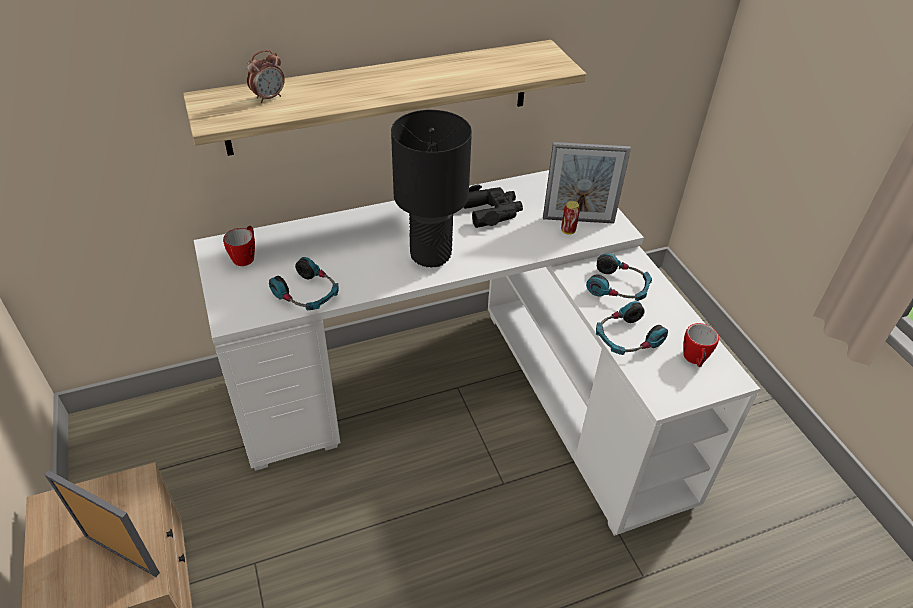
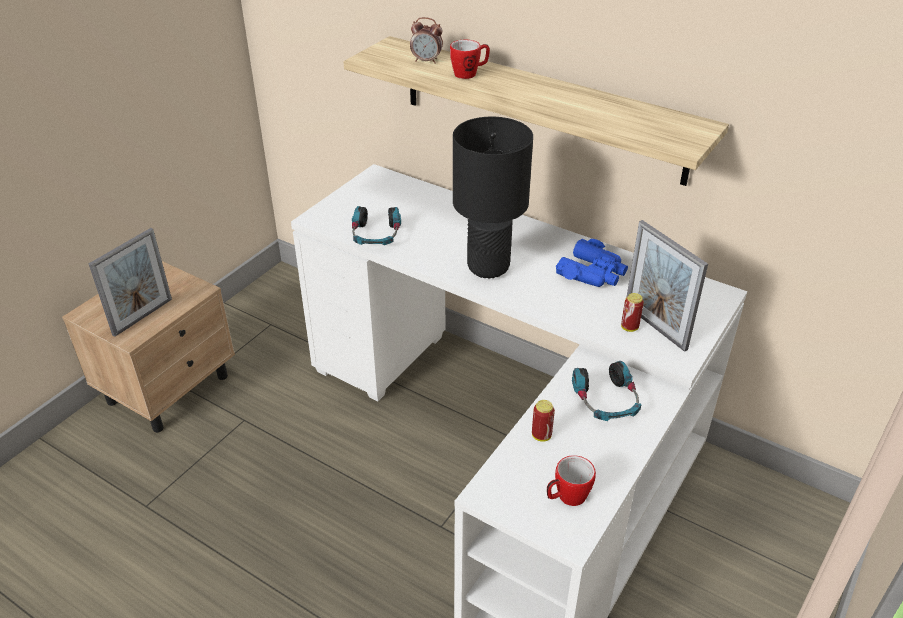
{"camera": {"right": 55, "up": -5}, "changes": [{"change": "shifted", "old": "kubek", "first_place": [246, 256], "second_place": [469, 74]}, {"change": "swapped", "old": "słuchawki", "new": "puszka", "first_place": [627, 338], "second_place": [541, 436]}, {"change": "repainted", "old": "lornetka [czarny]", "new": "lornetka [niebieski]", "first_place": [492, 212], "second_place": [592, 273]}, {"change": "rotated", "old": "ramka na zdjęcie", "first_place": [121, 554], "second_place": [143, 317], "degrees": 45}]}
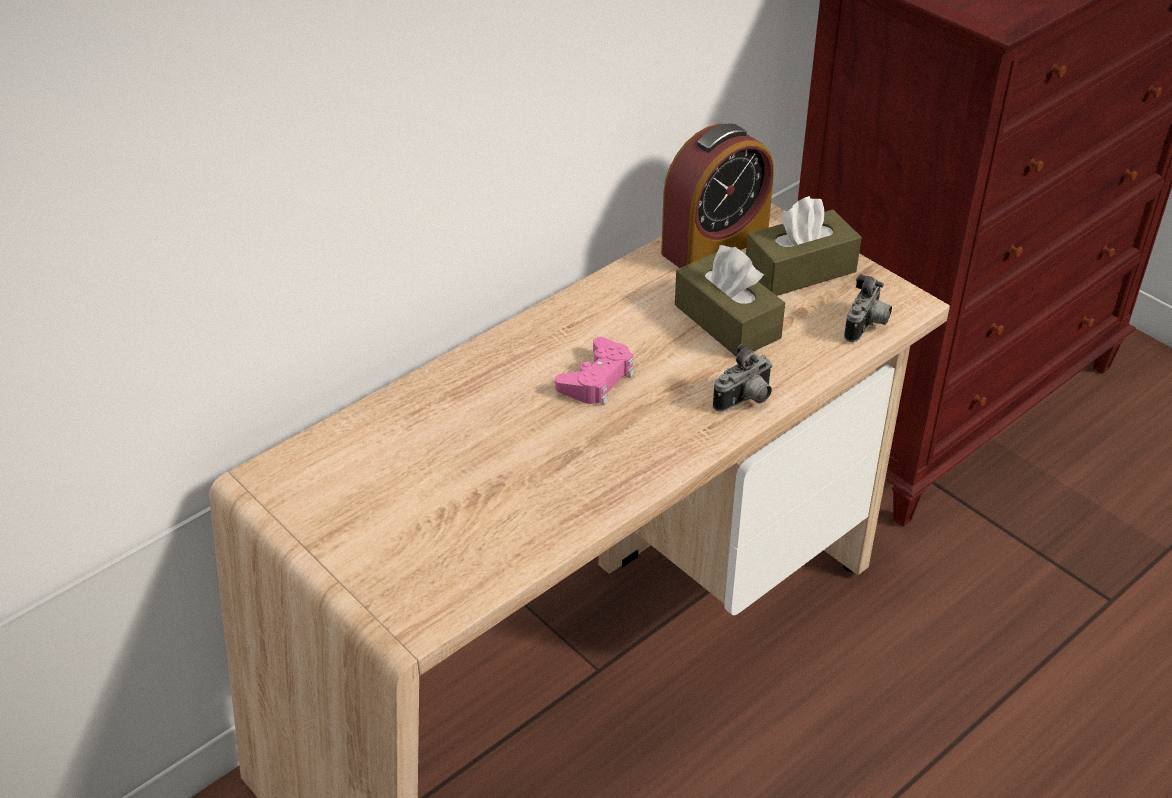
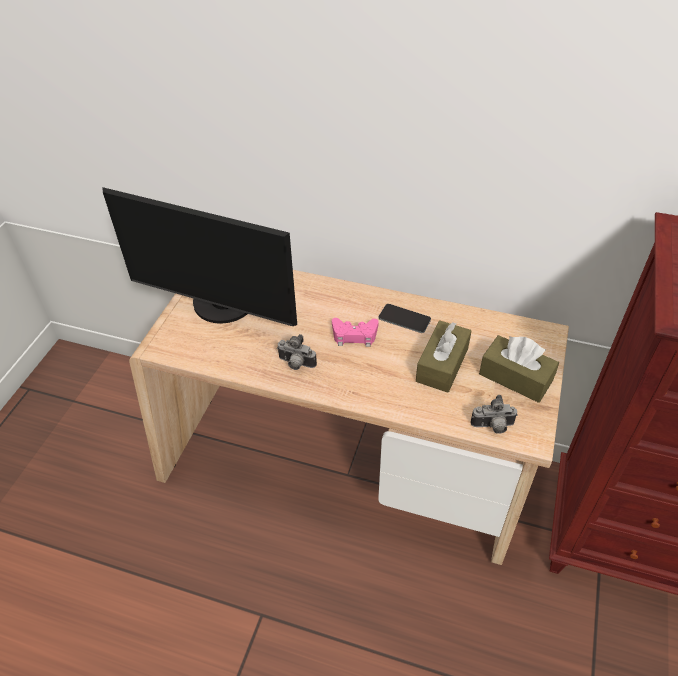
{"camera": {"right": 60, "up": 5}, "changes": [{"change": "gone", "old": "budzik", "first_place": [714, 244]}, {"change": "new", "new": "monitor", "second_place": [221, 306]}, {"change": "new", "new": "telefon", "second_place": [404, 319]}, {"change": "shifted", "old": "aparat fotograficzny", "first_place": [746, 401], "second_place": [296, 364]}]}
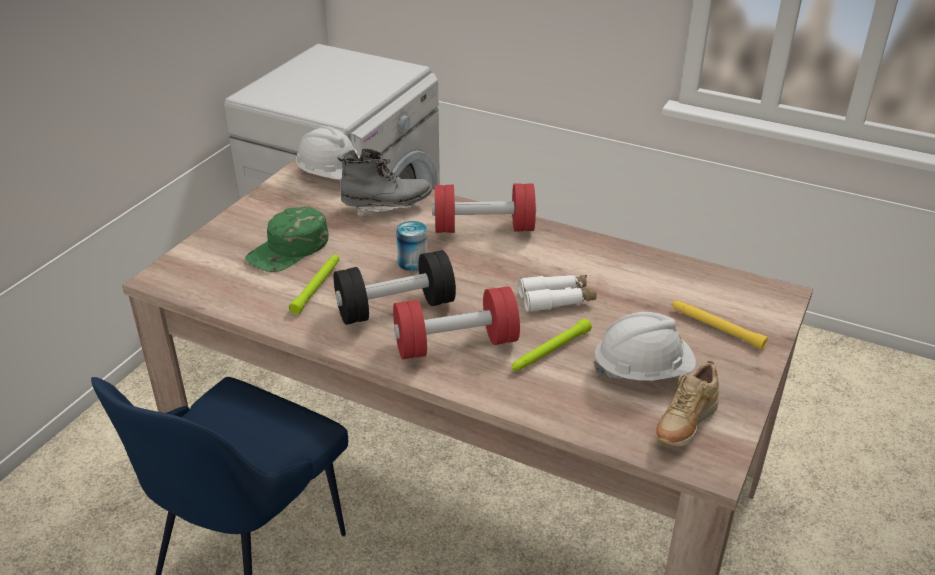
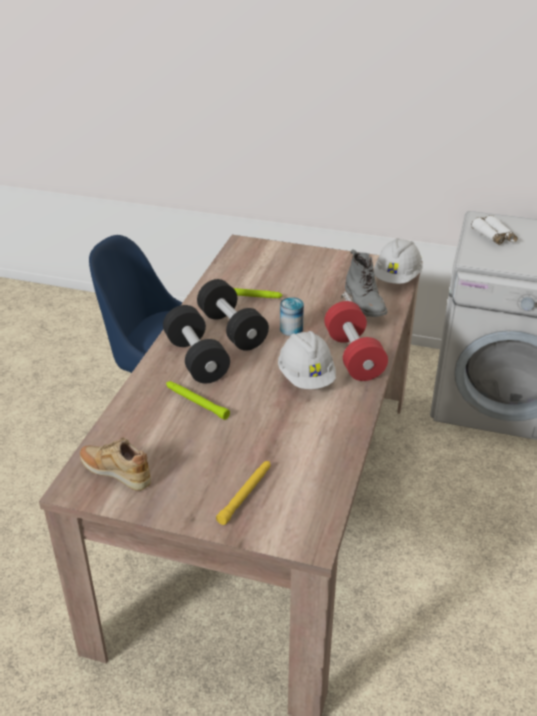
{"camera": {"right": 80, "up": 0}, "changes": [{"change": "gone", "old": "czapka z daszkiem [zielony]", "first_place": [289, 249]}, {"change": "shifted", "old": "lornetka [biały]", "first_place": [556, 299], "second_place": [494, 237]}, {"change": "shifted", "old": "kask [biały]", "first_place": [642, 371], "second_place": [306, 377]}, {"change": "repainted", "old": "hantel [czerwony]", "new": "hantel [czarny]", "first_place": [456, 344], "second_place": [196, 359]}]}
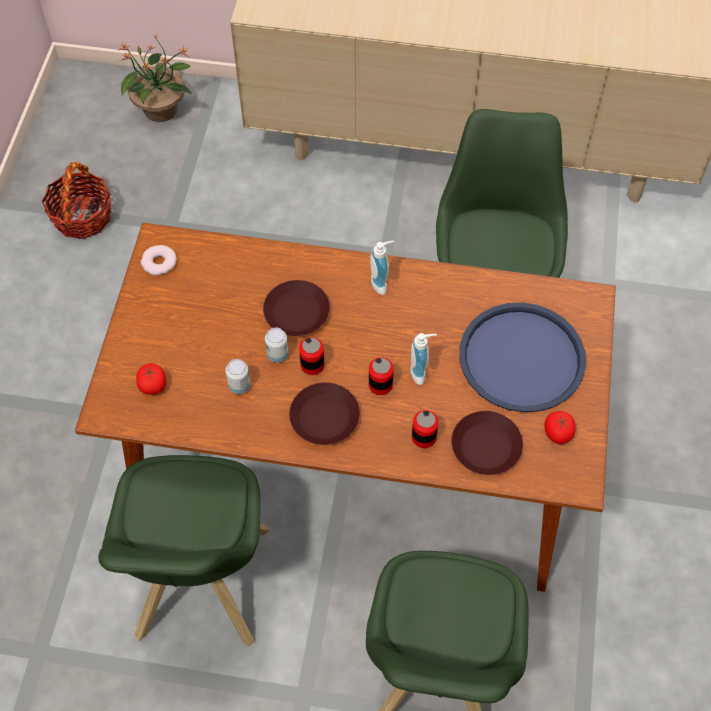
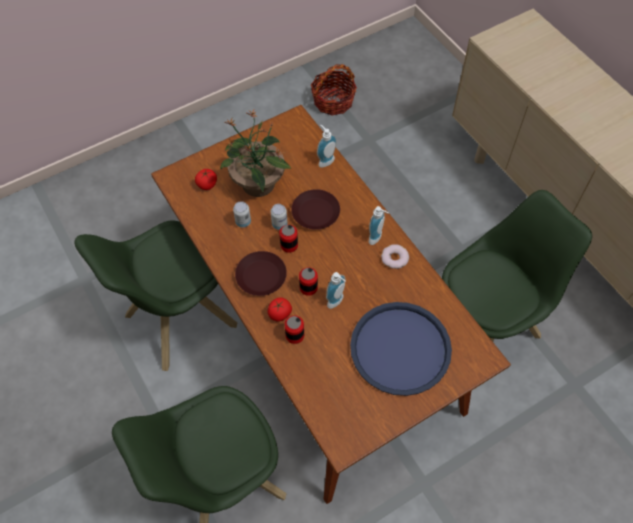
{"camera": {"right": 50, "up": 0}, "changes": [{"change": "gone", "old": "talerz [brązowy]", "first_place": [486, 447]}, {"change": "new", "new": "dozownik mydła", "second_place": [325, 160]}, {"change": "shifted", "old": "roślina doniczkowa", "first_place": [161, 110], "second_place": [258, 184]}, {"change": "shifted", "old": "donut", "first_place": [159, 263], "second_place": [394, 258]}, {"change": "shifted", "old": "pomidor", "first_place": [558, 433], "second_place": [280, 314]}]}
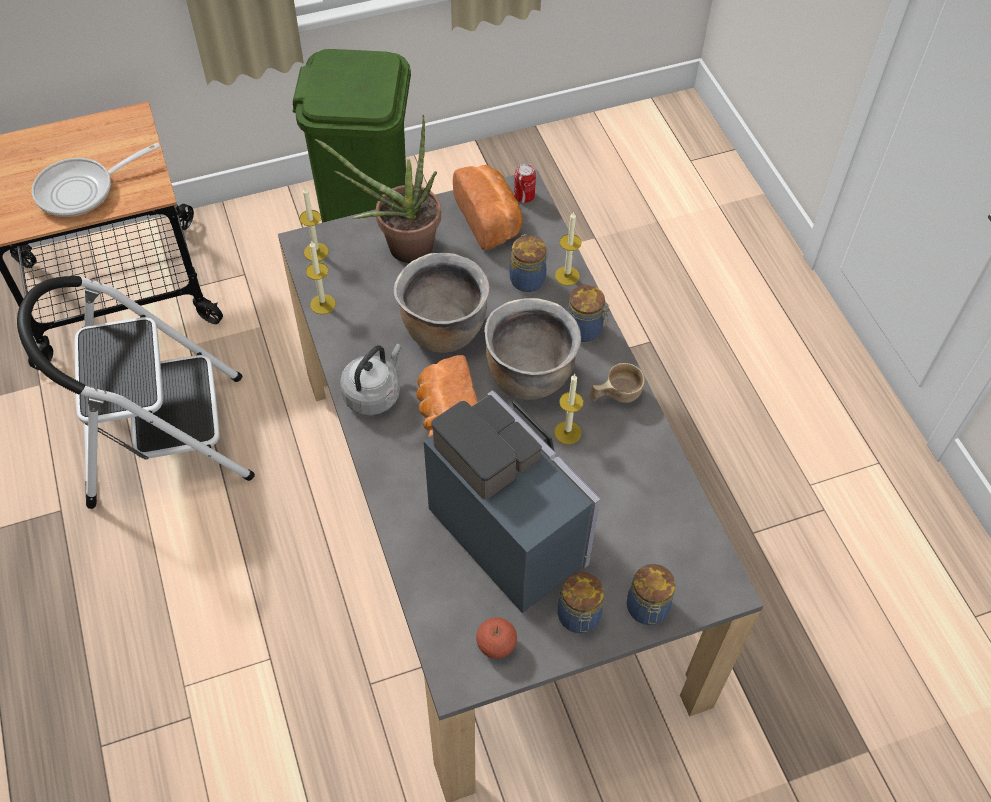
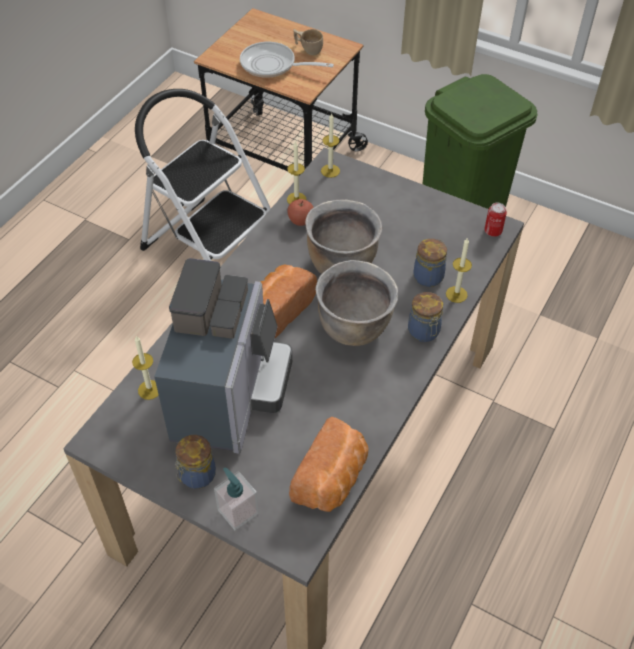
{"camera": {"right": 50, "up": -5}, "changes": [{"change": "gone", "old": "roślina doniczkowa", "first_place": [400, 248]}, {"change": "gone", "old": "czajnik [szary]", "first_place": [374, 393]}, {"change": "shifted", "old": "chleb", "first_place": [490, 219], "second_place": [332, 479]}, {"change": "shifted", "old": "jabłko", "first_place": [496, 646], "second_place": [300, 221]}, {"change": "shifted", "old": "świeca", "first_place": [567, 432], "second_place": [149, 390]}, {"change": "shifted", "old": "filiżanka [beżowy]", "first_place": [614, 395], "second_place": [308, 49]}, {"change": "swapped", "old": "słoik", "new": "dozownik mydła", "first_place": [647, 609], "second_place": [238, 511]}]}
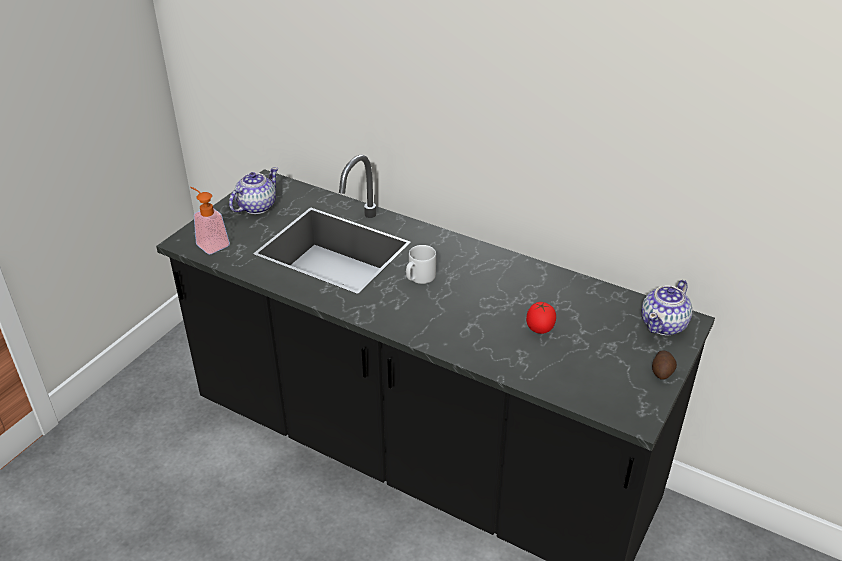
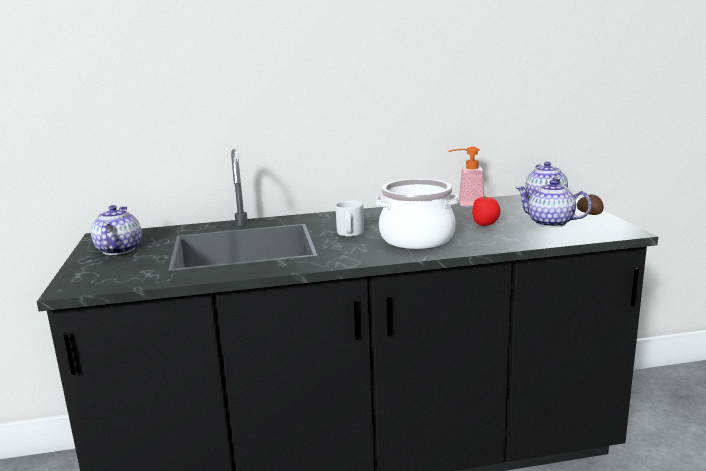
{"camera": {"right": -40, "up": -20}, "changes": [{"change": "new", "new": "garnek", "second_place": [417, 239]}, {"change": "new", "new": "imbryk", "second_place": [551, 223]}, {"change": "shifted", "old": "dozownik mydła", "first_place": [210, 243], "second_place": [465, 204]}]}
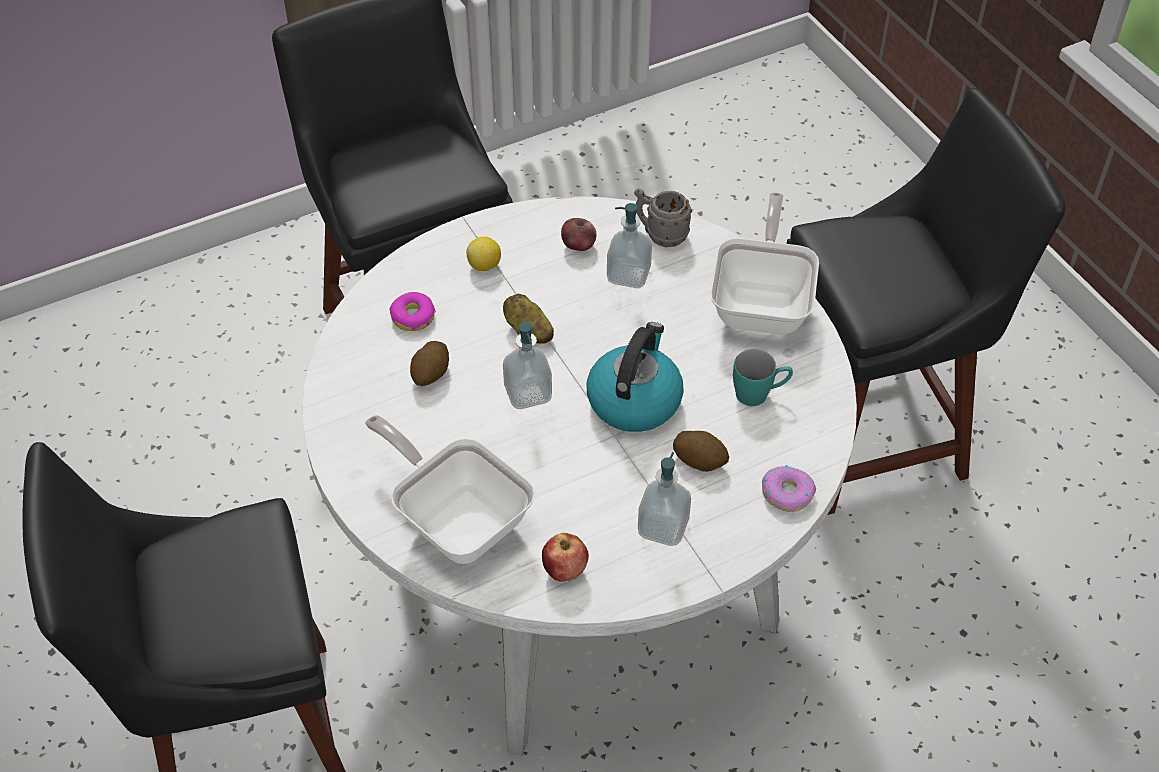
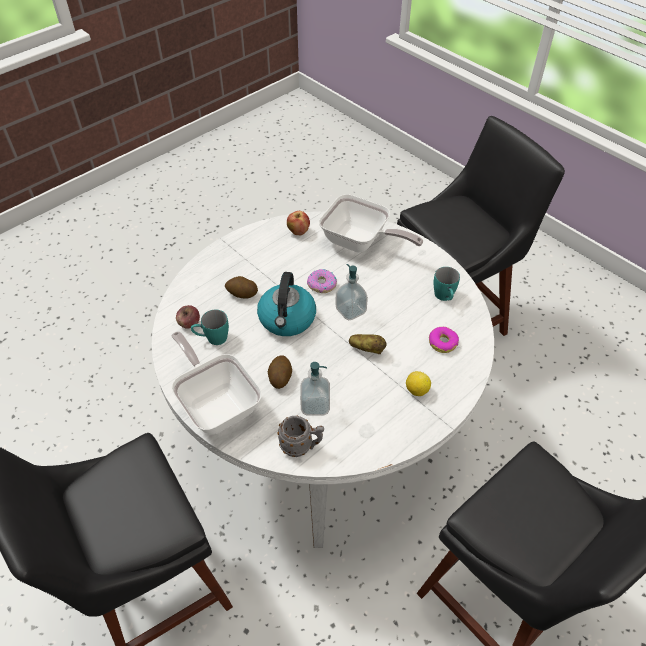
{"camera": {"right": 165, "up": 0}, "changes": [{"change": "gone", "old": "dozownik mydła", "first_place": [663, 527]}, {"change": "new", "new": "kubek [turkusowy]", "second_place": [444, 297]}, {"change": "shifted", "old": "ziemniak", "first_place": [431, 374], "second_place": [280, 377]}, {"change": "shifted", "old": "jabłko", "first_place": [578, 245], "second_place": [189, 323]}, {"change": "shifted", "old": "donut", "first_place": [787, 493], "second_place": [322, 284]}, {"change": "rotated", "old": "patelnia", "first_place": [763, 303], "second_place": [216, 403], "degrees": 150}]}
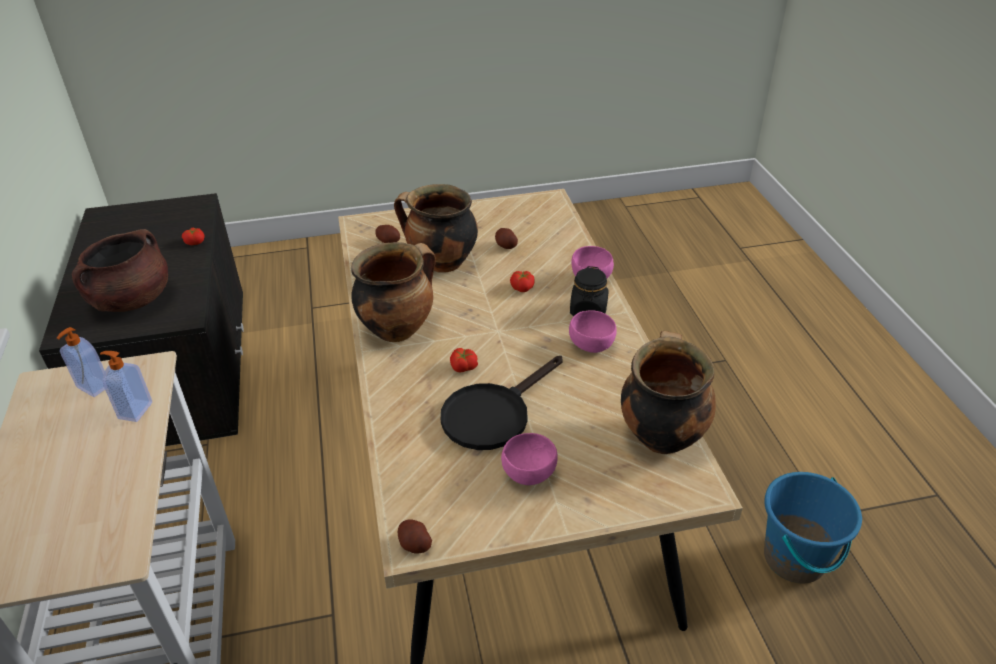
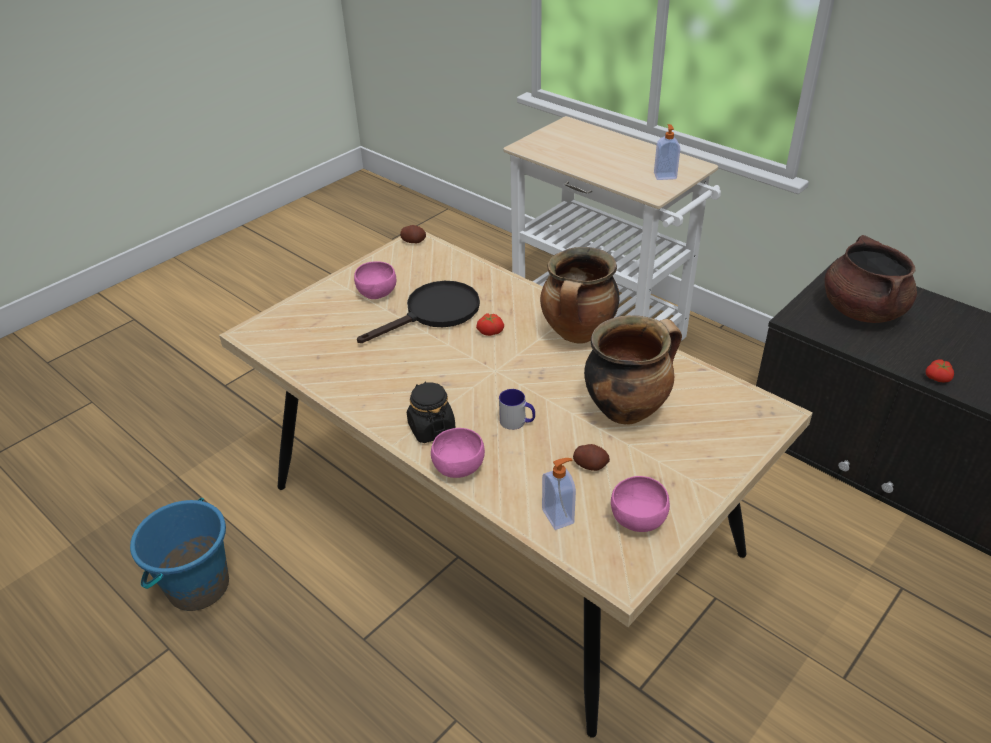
{"camera": {"right": 145, "up": 0}, "changes": [{"change": "gone", "old": "ziemniak", "first_place": [388, 241]}, {"change": "gone", "old": "garnek", "first_place": [661, 435]}, {"change": "shifted", "old": "dozownik mydła", "first_place": [134, 410], "second_place": [559, 516]}, {"change": "shifted", "old": "miska [różowy]", "first_place": [591, 345], "second_place": [638, 520]}, {"change": "swapped", "old": "pomidor", "new": "kubek", "first_place": [523, 287], "second_place": [517, 422]}, {"change": "rotated", "old": "patelnia [czarny]", "first_place": [493, 413], "second_place": [434, 313], "degrees": 45}]}
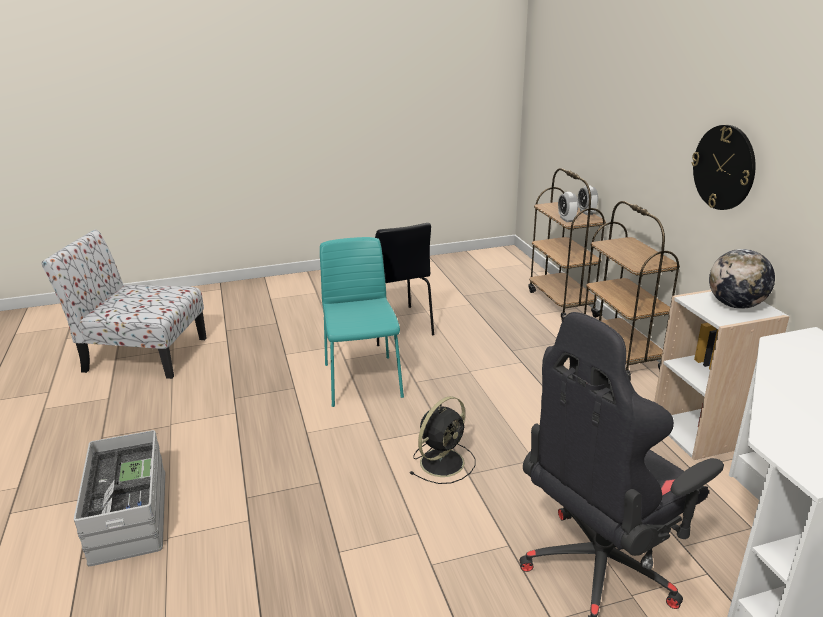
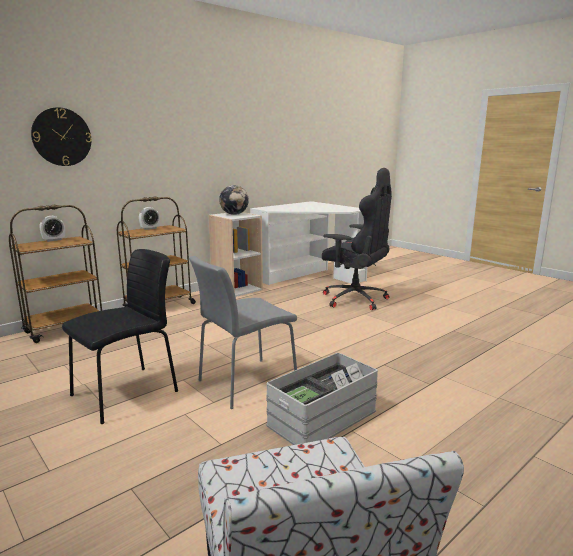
{"camera": {"right": -115, "up": -10}, "changes": [{"change": "gone", "old": "wentylator [czarny]", "first_place": [443, 461]}, {"change": "shifted", "old": "pojemnik do przechowywania [szary]", "first_place": [130, 514], "second_place": [322, 417]}, {"change": "shifted", "old": "budzik", "first_place": [566, 219], "second_place": [150, 228]}, {"change": "shifted", "old": "zegar ścienny", "first_place": [724, 167], "second_place": [61, 137]}, {"change": "repainted", "old": "krzesło [turkusowy]", "new": "krzesło [szary]", "first_place": [361, 378], "second_place": [244, 383]}]}
